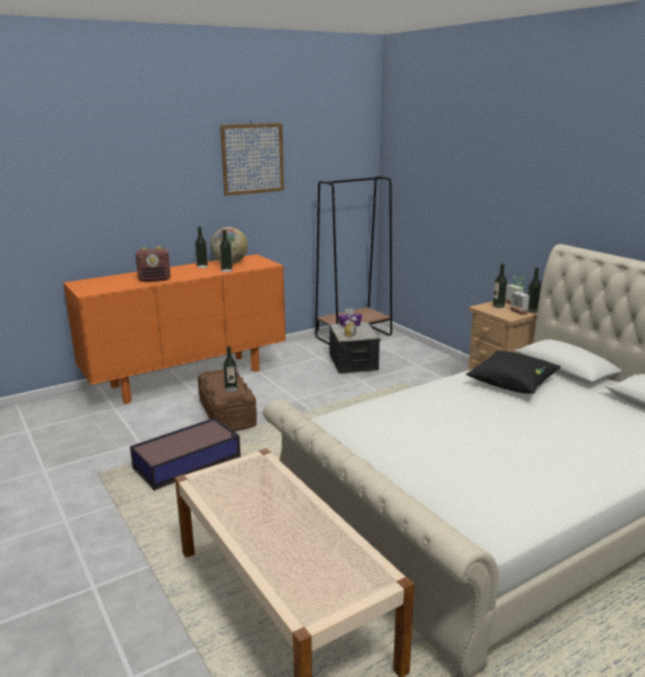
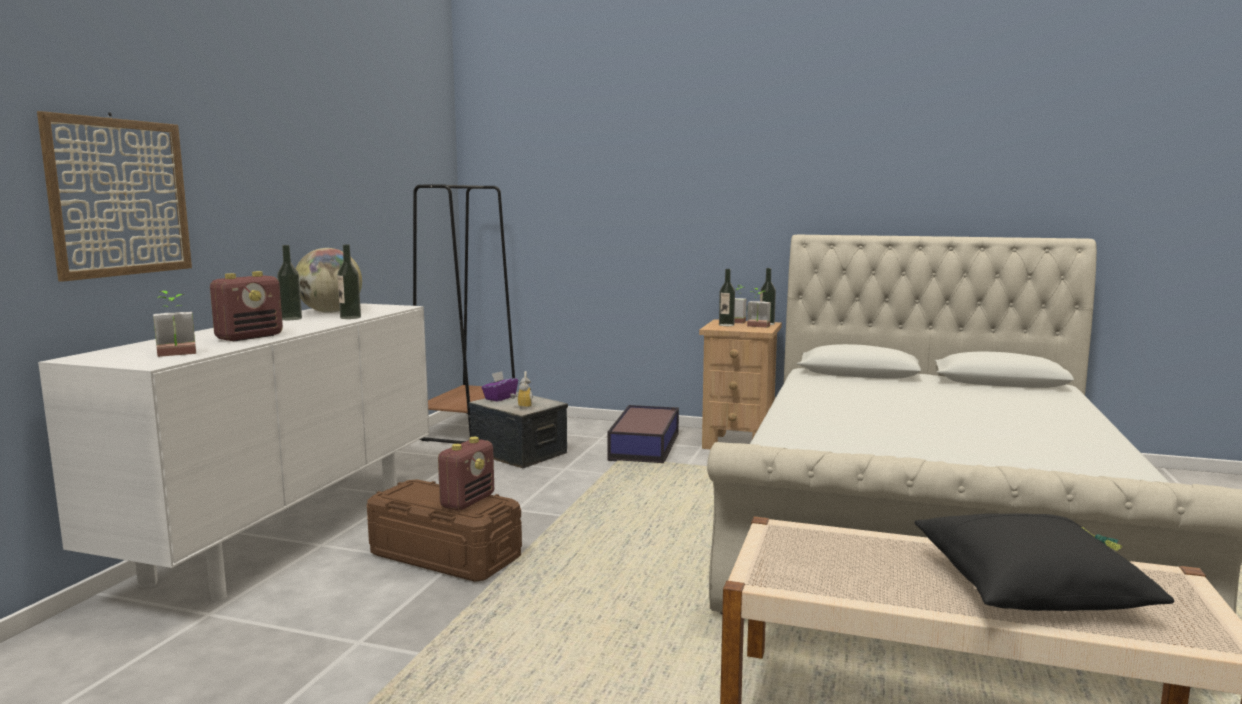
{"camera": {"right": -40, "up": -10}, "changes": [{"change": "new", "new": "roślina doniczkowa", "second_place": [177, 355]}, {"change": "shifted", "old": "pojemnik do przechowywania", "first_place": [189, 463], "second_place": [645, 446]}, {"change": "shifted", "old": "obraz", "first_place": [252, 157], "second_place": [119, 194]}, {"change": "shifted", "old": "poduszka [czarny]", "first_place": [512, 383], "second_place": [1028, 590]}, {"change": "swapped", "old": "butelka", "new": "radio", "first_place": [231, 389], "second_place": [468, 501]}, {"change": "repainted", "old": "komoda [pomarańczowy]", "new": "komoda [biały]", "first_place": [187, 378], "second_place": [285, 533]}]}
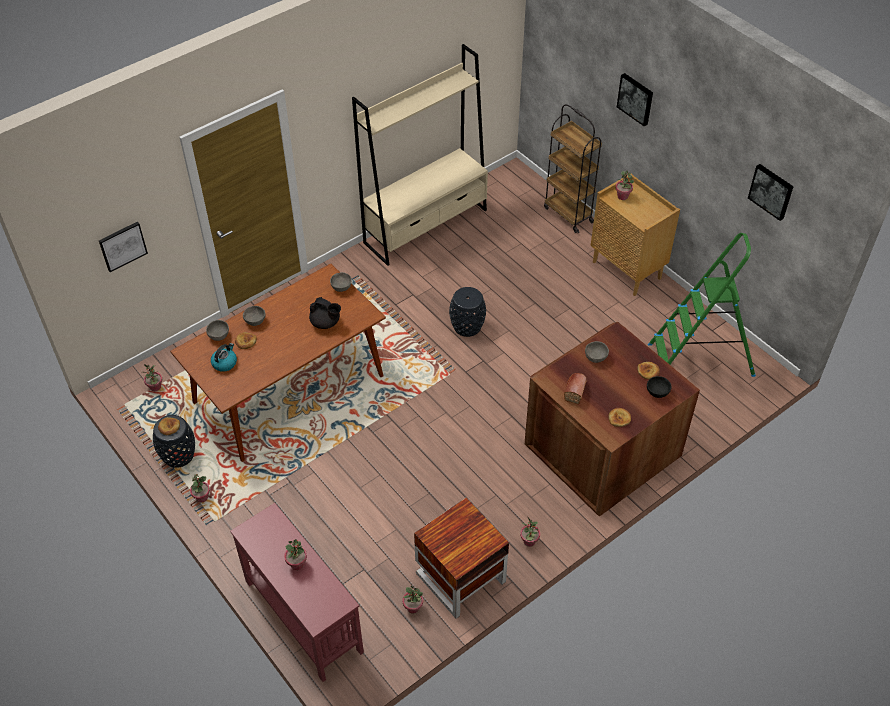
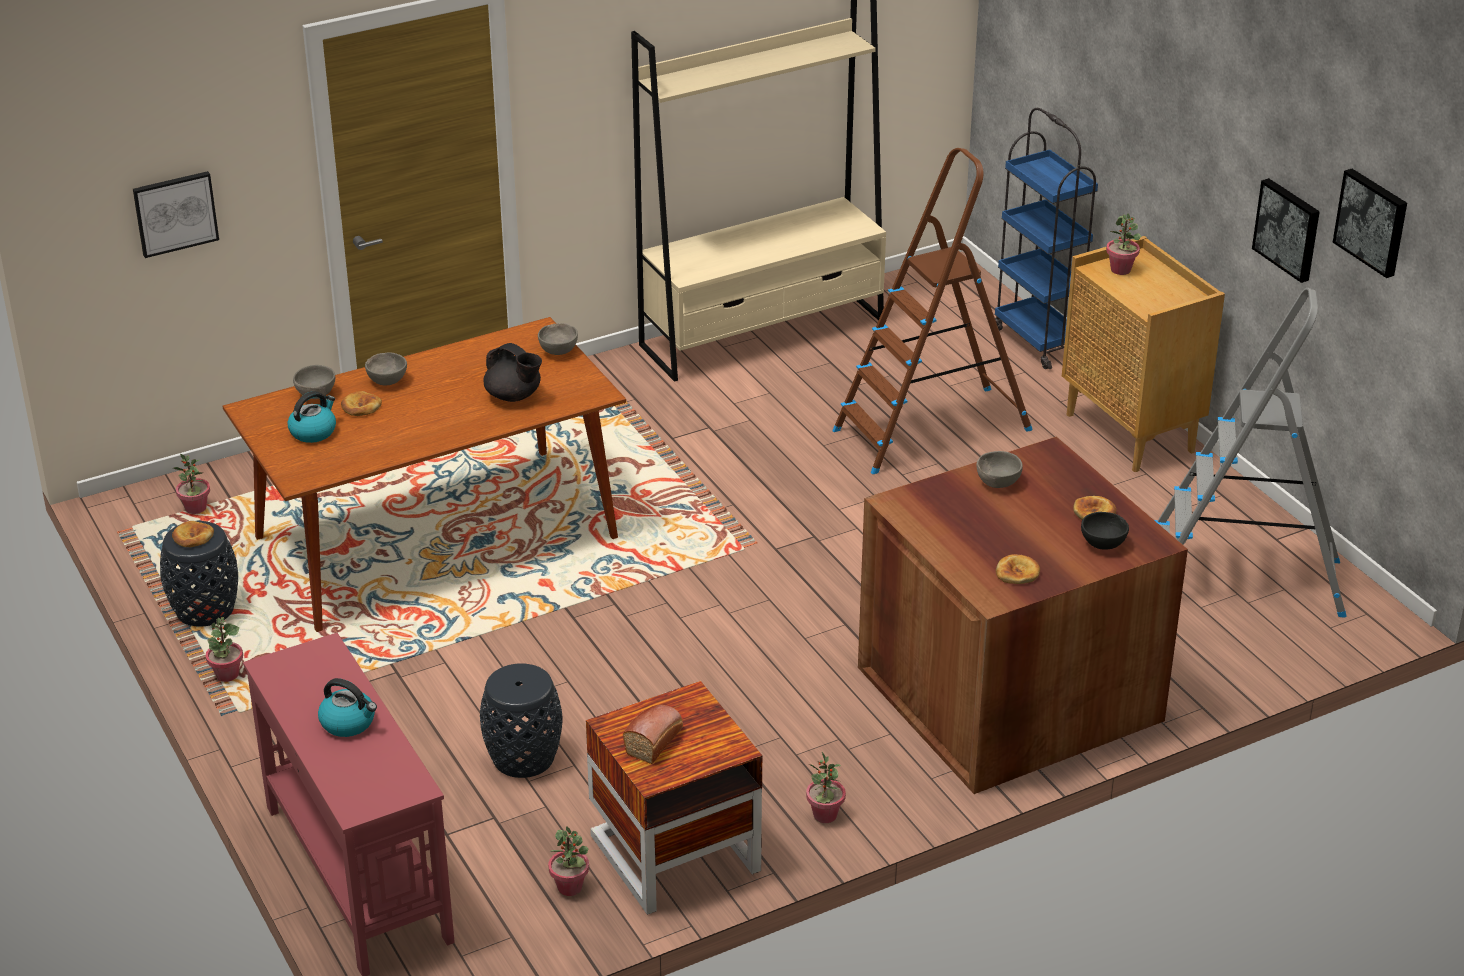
{"camera": {"right": 10, "up": -15}, "changes": [{"change": "new", "new": "drabinka [brązowy]", "second_place": [931, 430]}, {"change": "shifted", "old": "stołek [czarny]", "first_place": [467, 326], "second_place": [524, 758]}, {"change": "shifted", "old": "chleb", "first_place": [575, 390], "second_place": [655, 740]}, {"change": "shifted", "old": "obraz", "first_place": [636, 98], "second_place": [1288, 229]}, {"change": "swapped", "old": "roślina doniczkowa", "new": "czajnik", "first_place": [297, 564], "second_place": [349, 722]}, {"change": "repainted", "old": "wózek [brązowy]", "new": "wózek [niebieski]", "first_place": [568, 215], "second_place": [1038, 342]}, {"change": "repainted", "old": "drabinka [zielony]", "new": "drabinka [szary]", "first_place": [700, 360], "second_place": [1240, 581]}]}
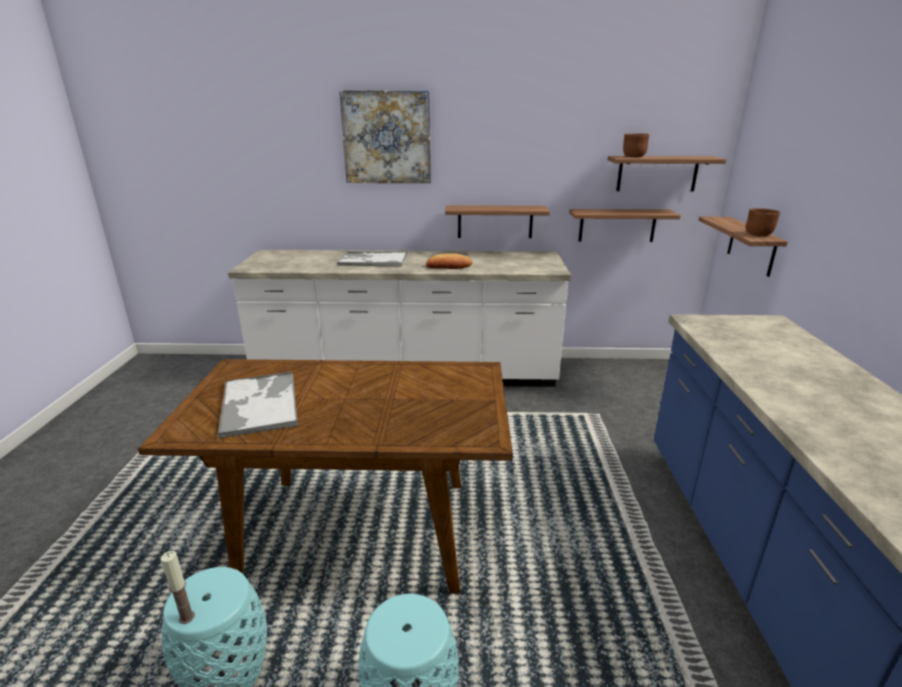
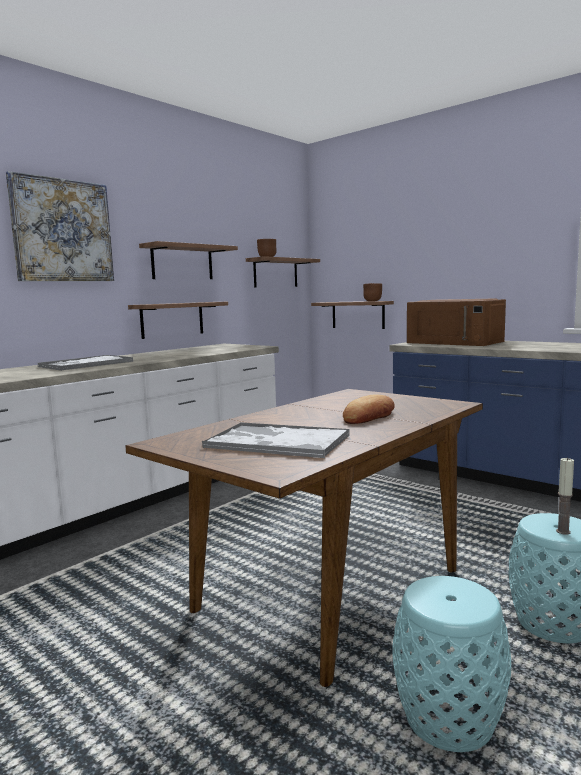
{"camera": {"right": -50, "up": -15}, "changes": [{"change": "new", "new": "mikrofalówka [brązowy]", "second_place": [455, 342]}, {"change": "shifted", "old": "świeca", "first_place": [187, 617], "second_place": [563, 531]}, {"change": "shifted", "old": "chleb", "first_place": [448, 266], "second_place": [369, 416]}, {"change": "shifted", "old": "półka", "first_place": [617, 225], "second_place": [182, 262]}]}
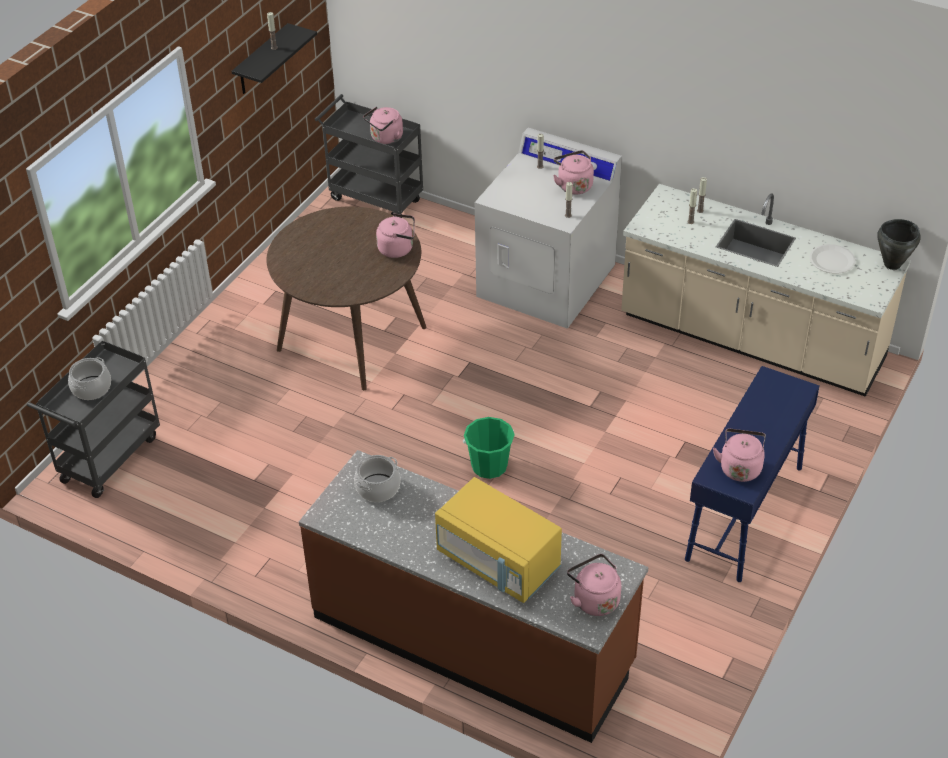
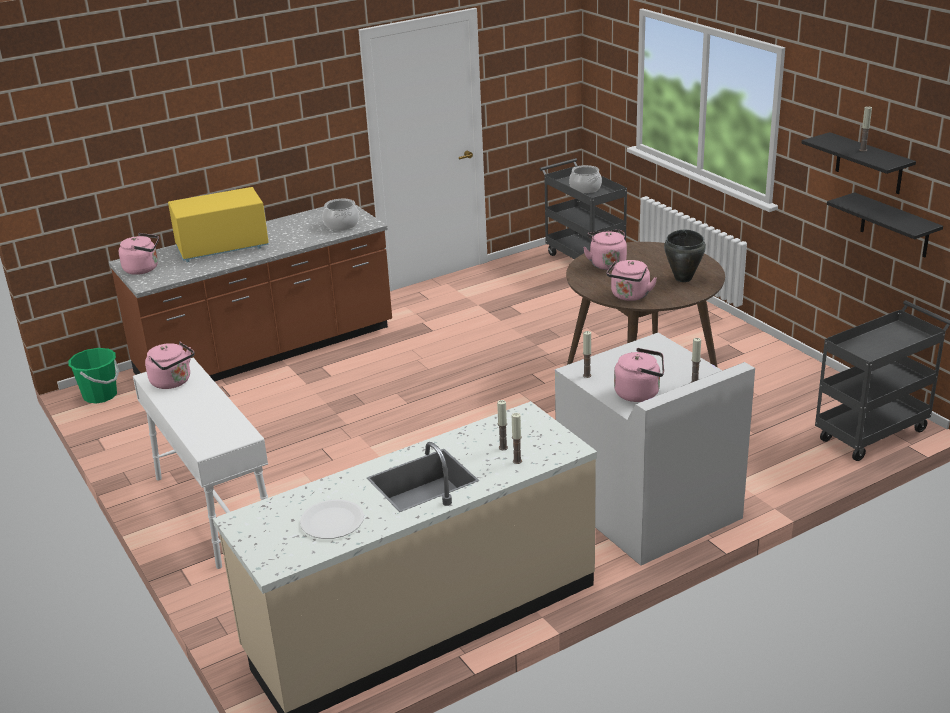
{"camera": {"right": 120, "up": -15}, "changes": [{"change": "new", "new": "półka [czarny]", "second_place": [895, 226]}, {"change": "shifted", "old": "czajnik [różowy]", "first_place": [385, 138], "second_place": [606, 263]}, {"change": "shifted", "old": "wiadro [zielony]", "first_place": [489, 466], "second_place": [100, 395]}, {"change": "shifted", "old": "garnek [czarny]", "first_place": [891, 264], "second_place": [683, 278]}, {"change": "repainted", "old": "stolik konsolowy [niebieski]", "new": "stolik konsolowy [biały]", "first_place": [743, 513], "second_place": [216, 511]}]}
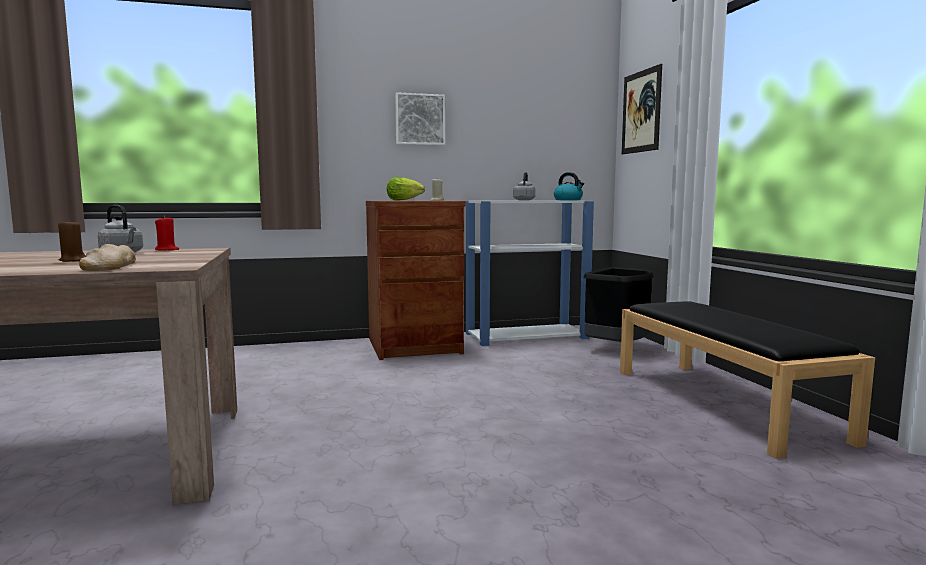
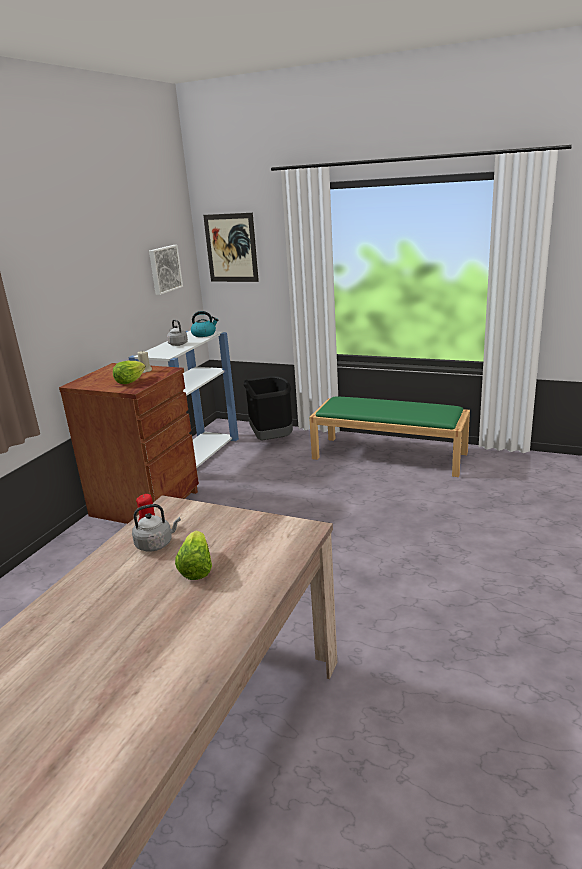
{"camera": {"right": -50, "up": 15}, "changes": [{"change": "gone", "old": "chleb", "first_place": [109, 265]}, {"change": "shifted", "old": "obraz", "first_place": [419, 119], "second_place": [164, 269]}, {"change": "swapped", "old": "świeca [brązowy]", "new": "sałata", "first_place": [73, 260], "second_place": [196, 568]}, {"change": "repainted", "old": "ławka [czarny]", "new": "ławka [zielony]", "first_place": [723, 403], "second_place": [390, 456]}]}
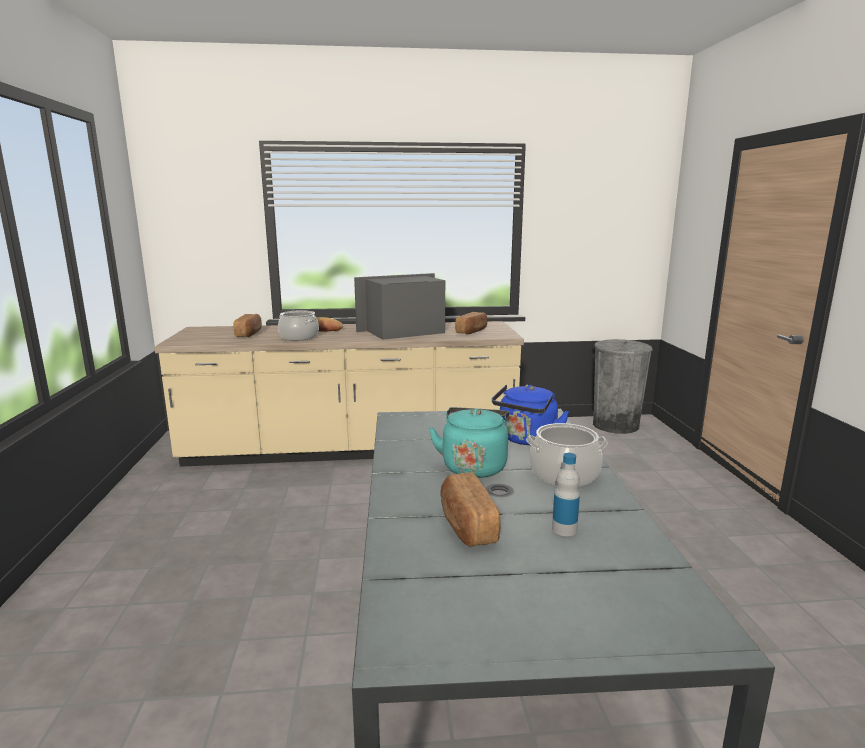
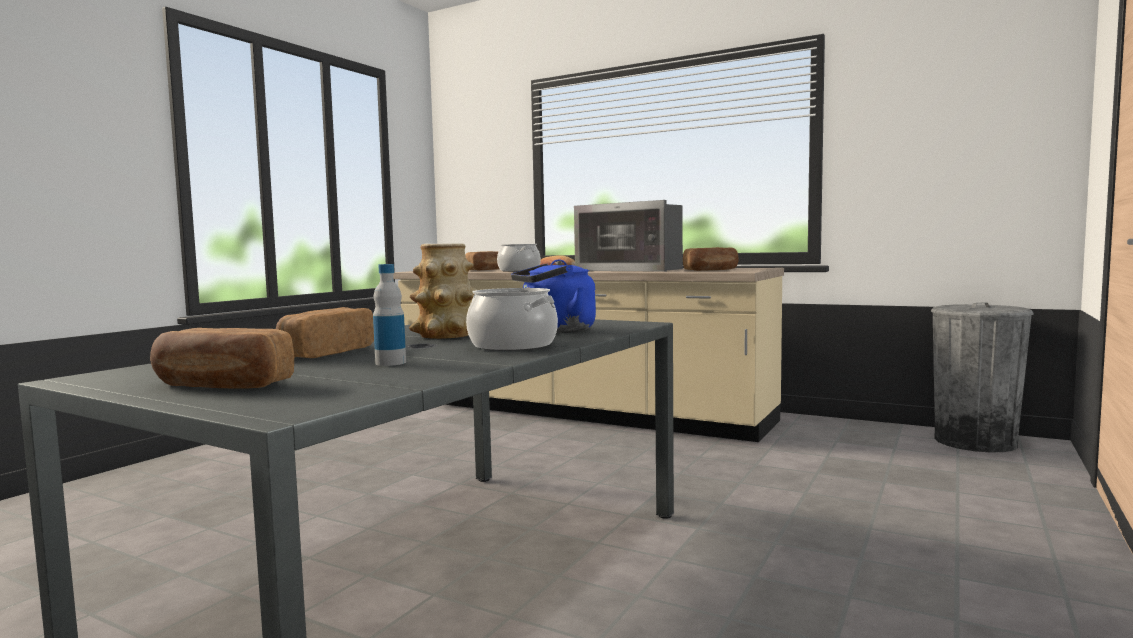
{"camera": {"right": 35, "up": -10}, "changes": [{"change": "new", "new": "chleb", "second_place": [221, 385]}, {"change": "swapped", "old": "czajnik [turkusowy]", "new": "wazon", "first_place": [474, 466], "second_place": [446, 335]}, {"change": "rotated", "old": "mikrofalówka", "first_place": [404, 331], "second_place": [633, 270], "degrees": -150}]}
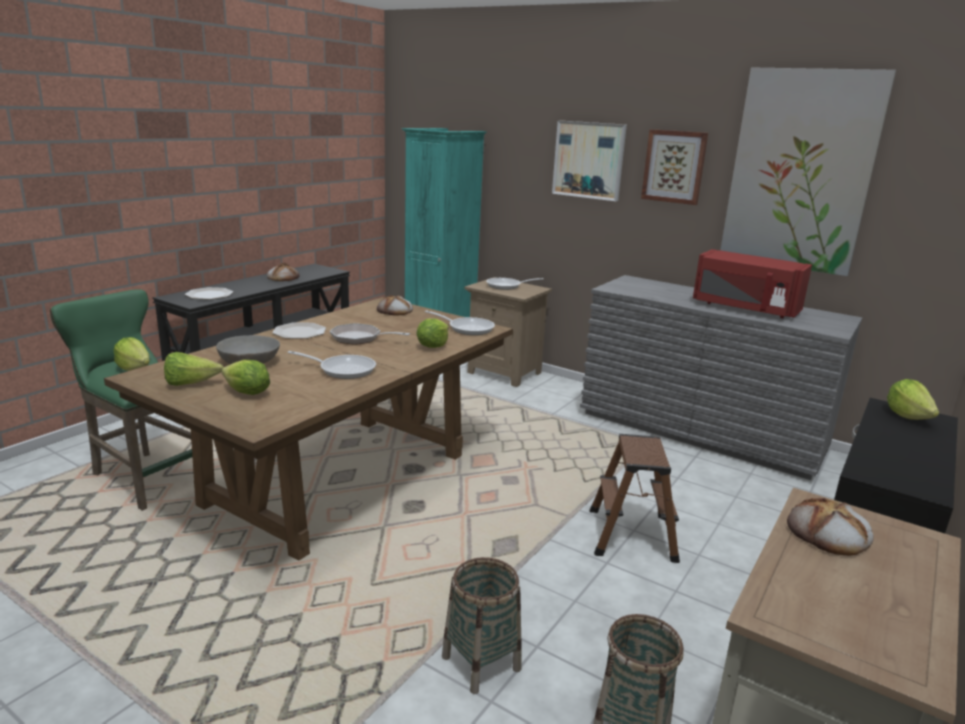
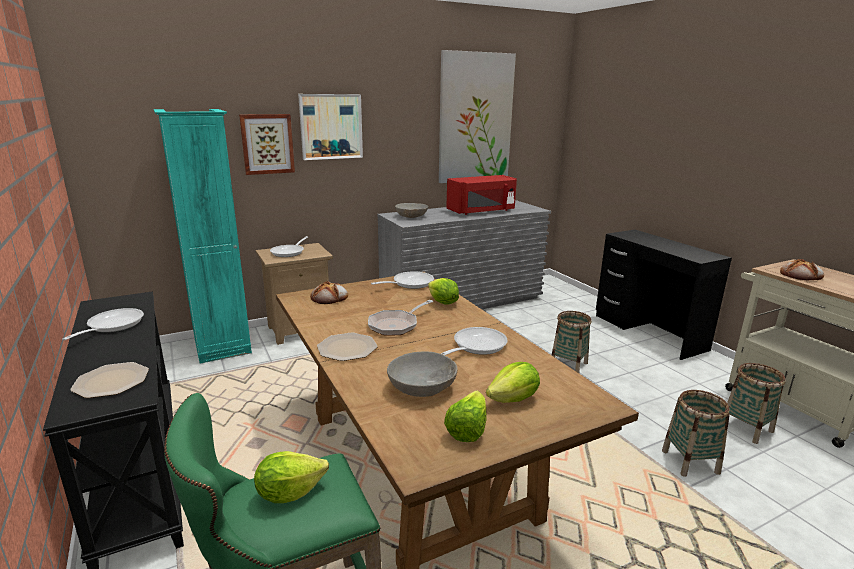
{"camera": {"right": -60, "up": 0}, "changes": [{"change": "gone", "old": "sałata", "first_place": [907, 416]}, {"change": "new", "new": "miska [szary]", "second_place": [411, 216]}, {"change": "shifted", "old": "obraz", "first_place": [674, 166], "second_place": [267, 144]}, {"change": "swapped", "old": "chleb", "new": "patelnia", "first_place": [283, 277], "second_place": [112, 326]}, {"change": "swapped", "old": "drabinka [brązowy]", "new": "koszyk", "first_place": [632, 535], "second_place": [568, 364]}]}
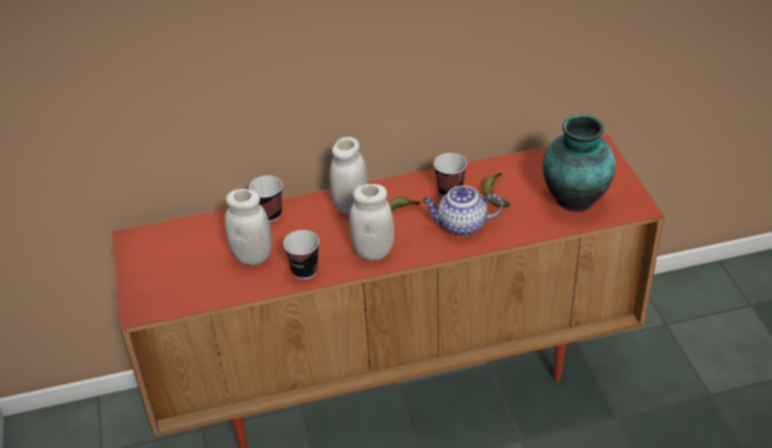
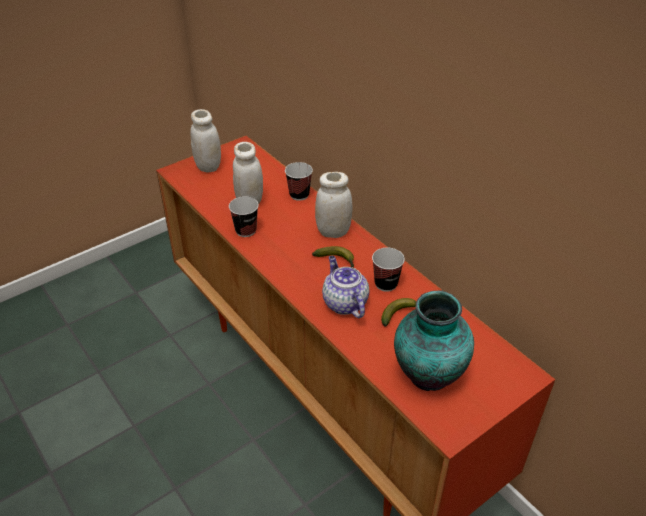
{"camera": {"right": 65, "up": 0}, "changes": [{"change": "shifted", "old": "słoik [biały]", "first_place": [373, 251], "second_place": [208, 166]}]}
